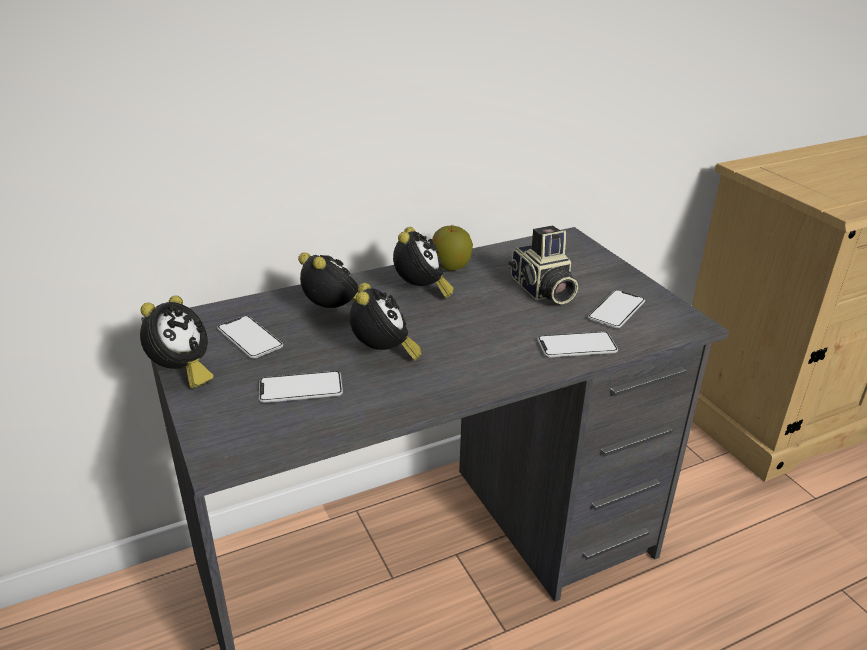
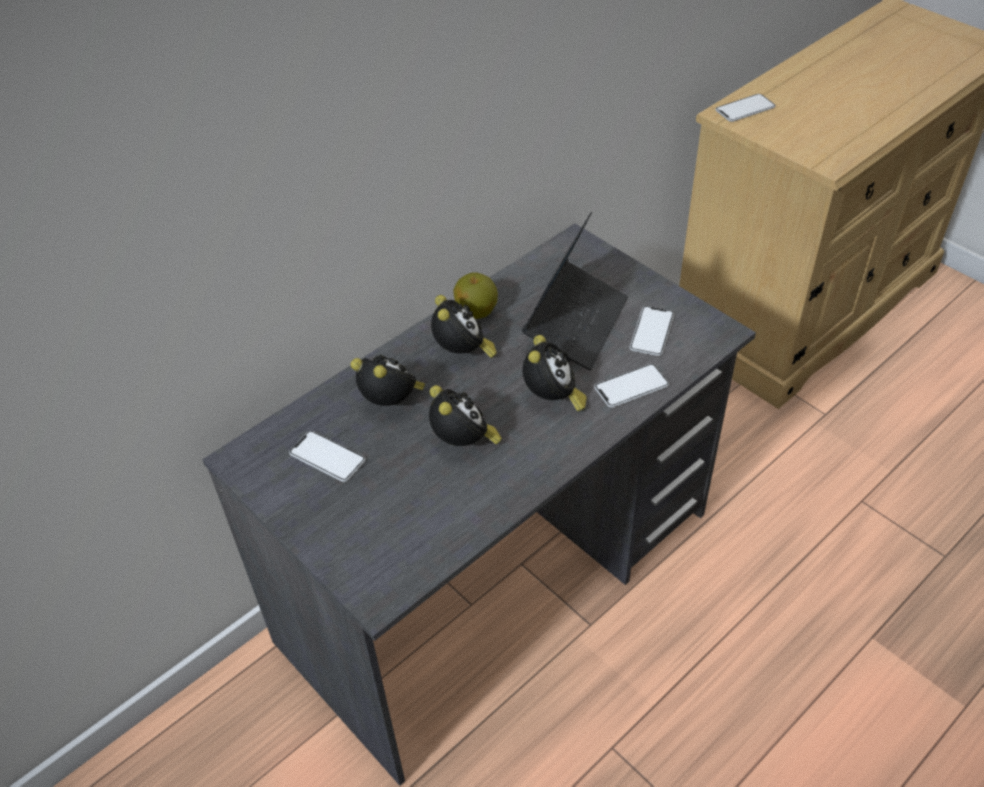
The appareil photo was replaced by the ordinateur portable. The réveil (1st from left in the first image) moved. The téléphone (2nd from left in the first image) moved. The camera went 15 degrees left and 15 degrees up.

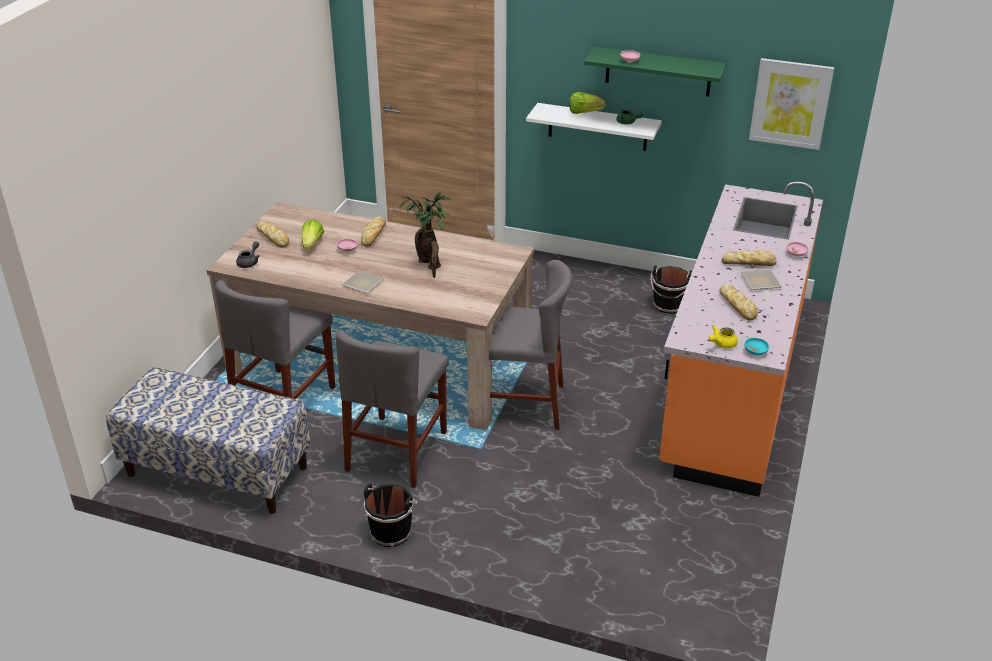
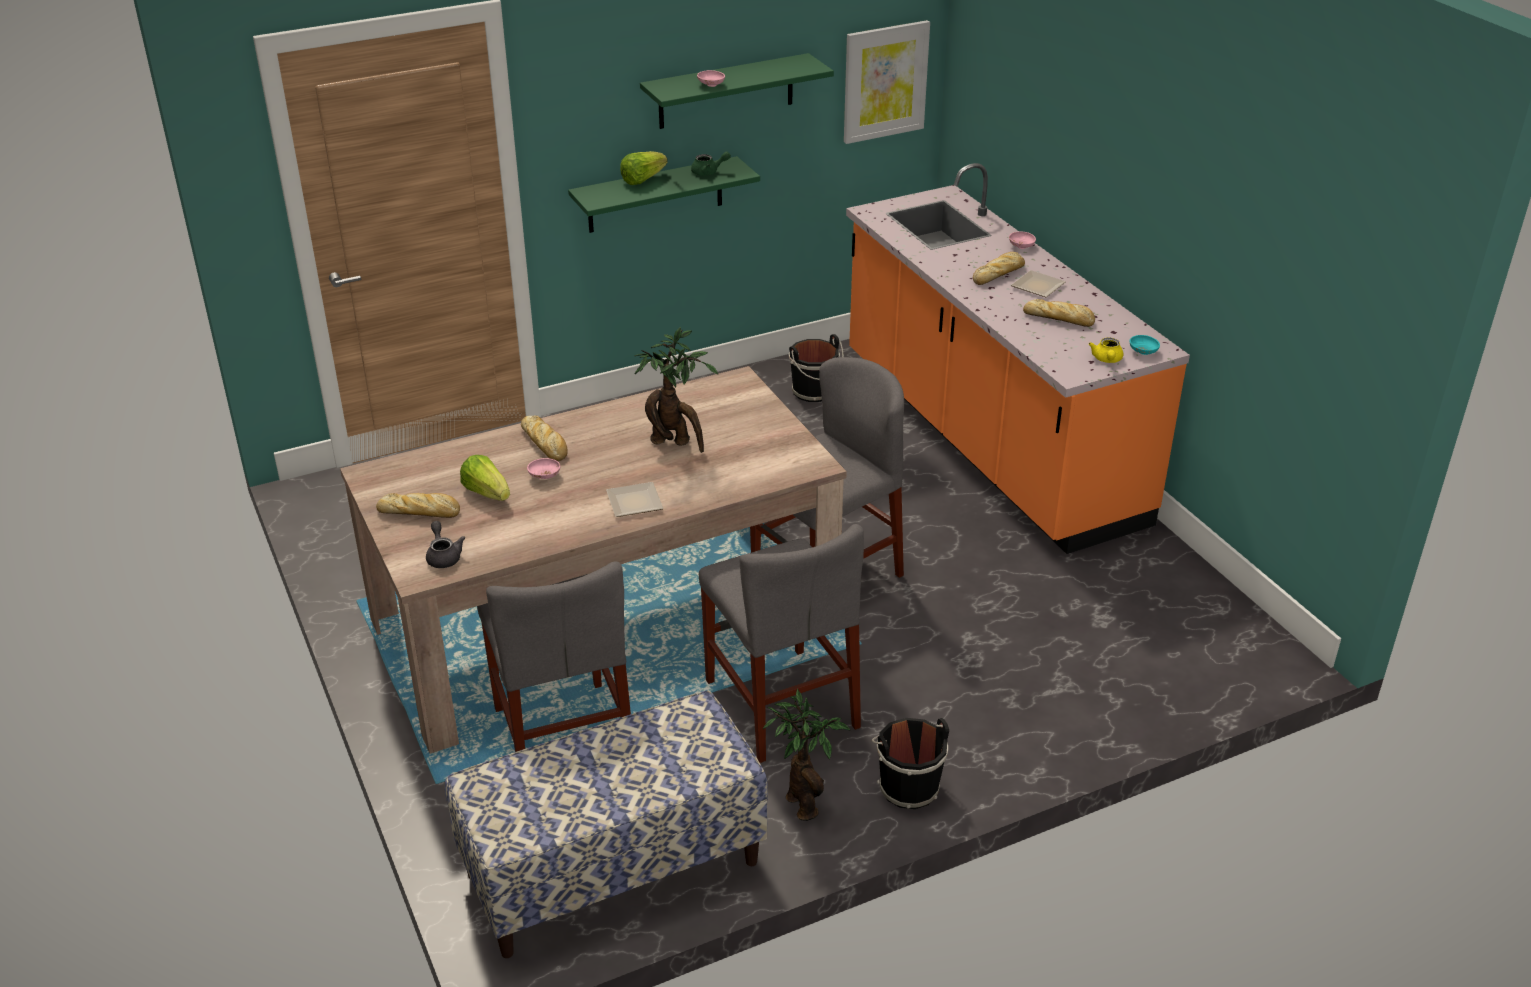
The étagère (blanc) became the étagère (vert) (1st from left). The plante en pot (2nd from left) appeared. The camera went 45 degrees left and 0 degrees up.

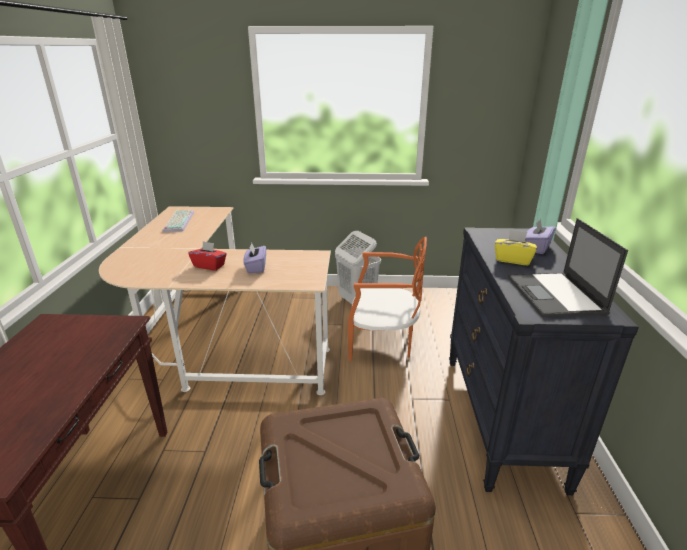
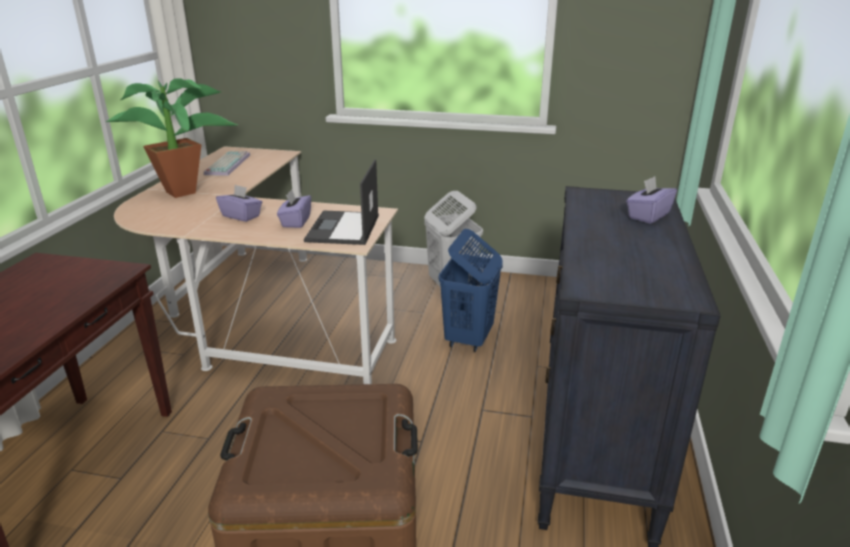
The ordinateur portable moved. The boîte à mouchoirs (jaune) disappeared. The chaise (orange) was replaced by the panier à linge (bleu). The boîte à mouchoirs (rouge) became the boîte à mouchoirs (violet) (1st from left). The plante en pot appeared. The camera went 10 degrees right and 0 degrees up.

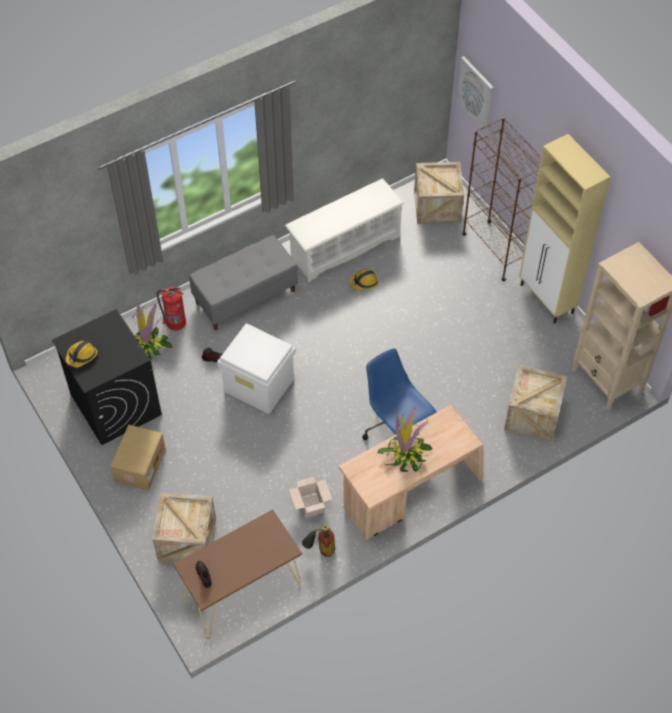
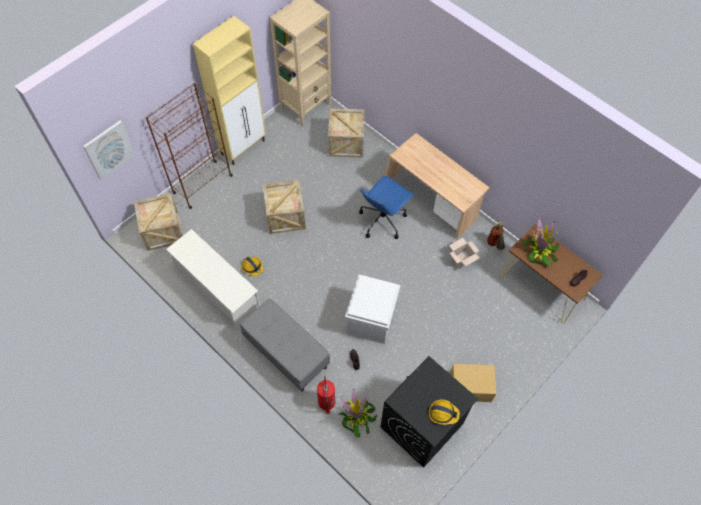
The plante en pot (2nd from left) moved. The caisse (1st from left in the first image) moved. The camera went 105 degrees left and 5 degrees up.

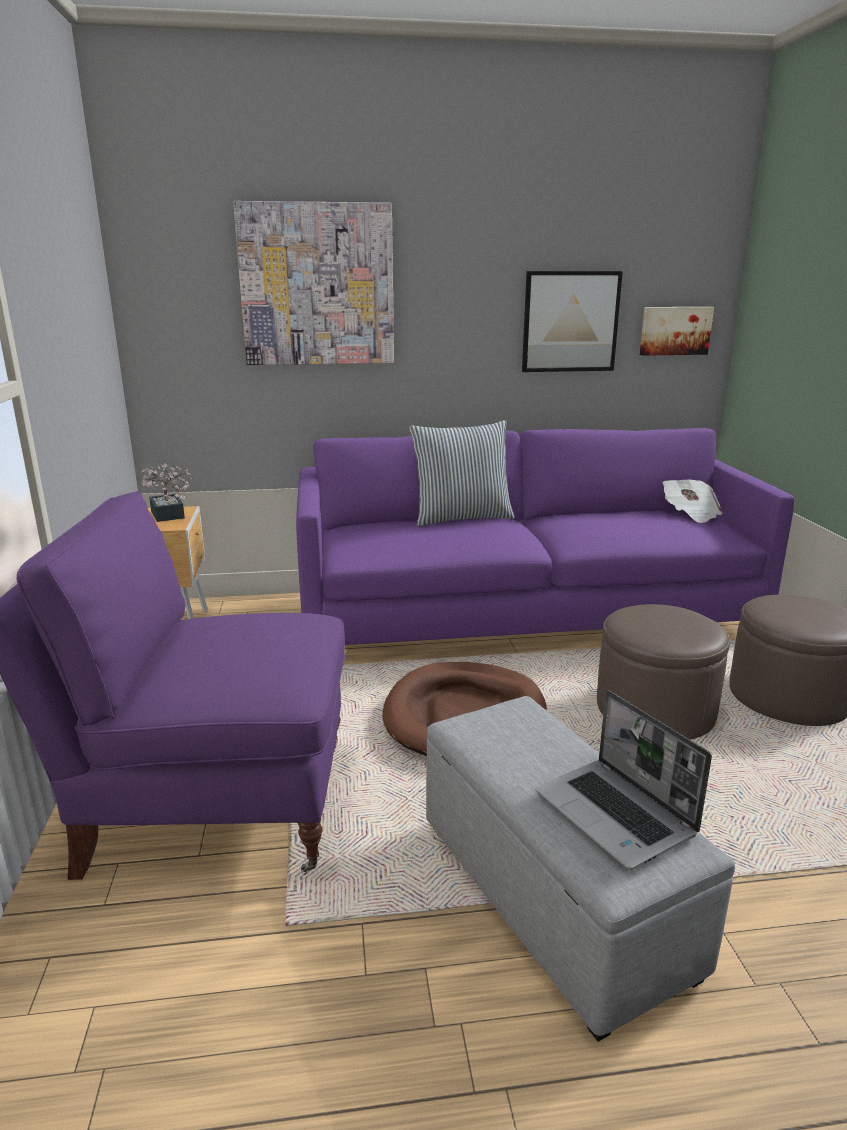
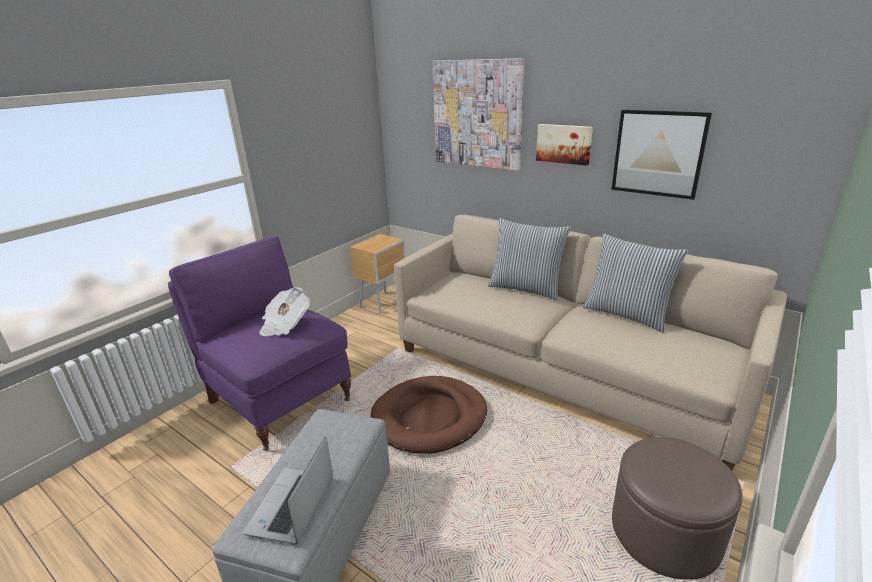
The tableau (3rd from left in the first image) moved. The canapé (violet) became the canapé (beige). The plante en pot disappeared. The journal moved. The pouf (marron) (1st from left) disappeared. The coussin (2nd from left) appeared. The camera went 45 degrees right and 5 degrees up.

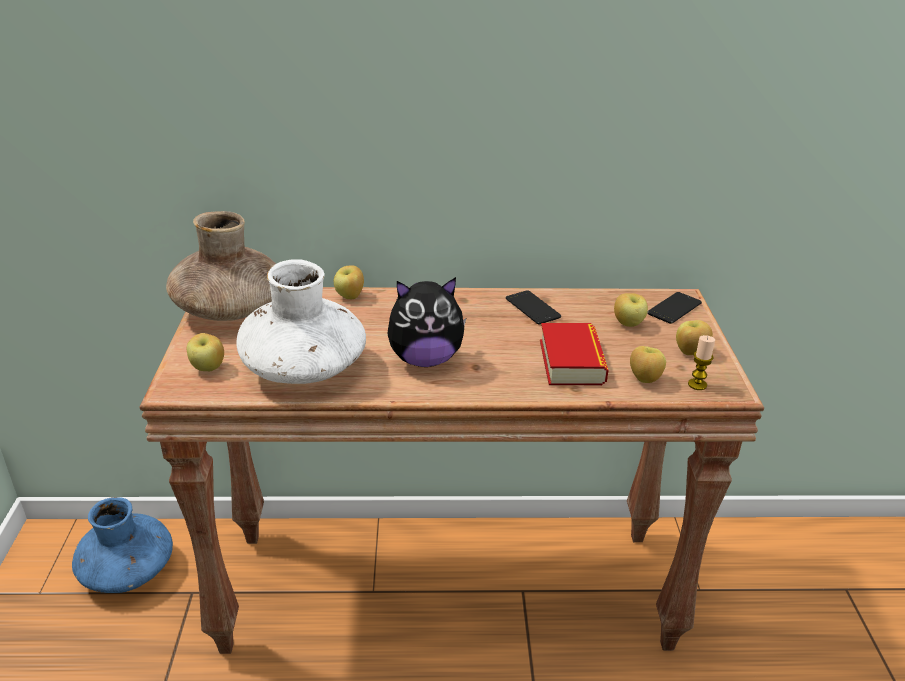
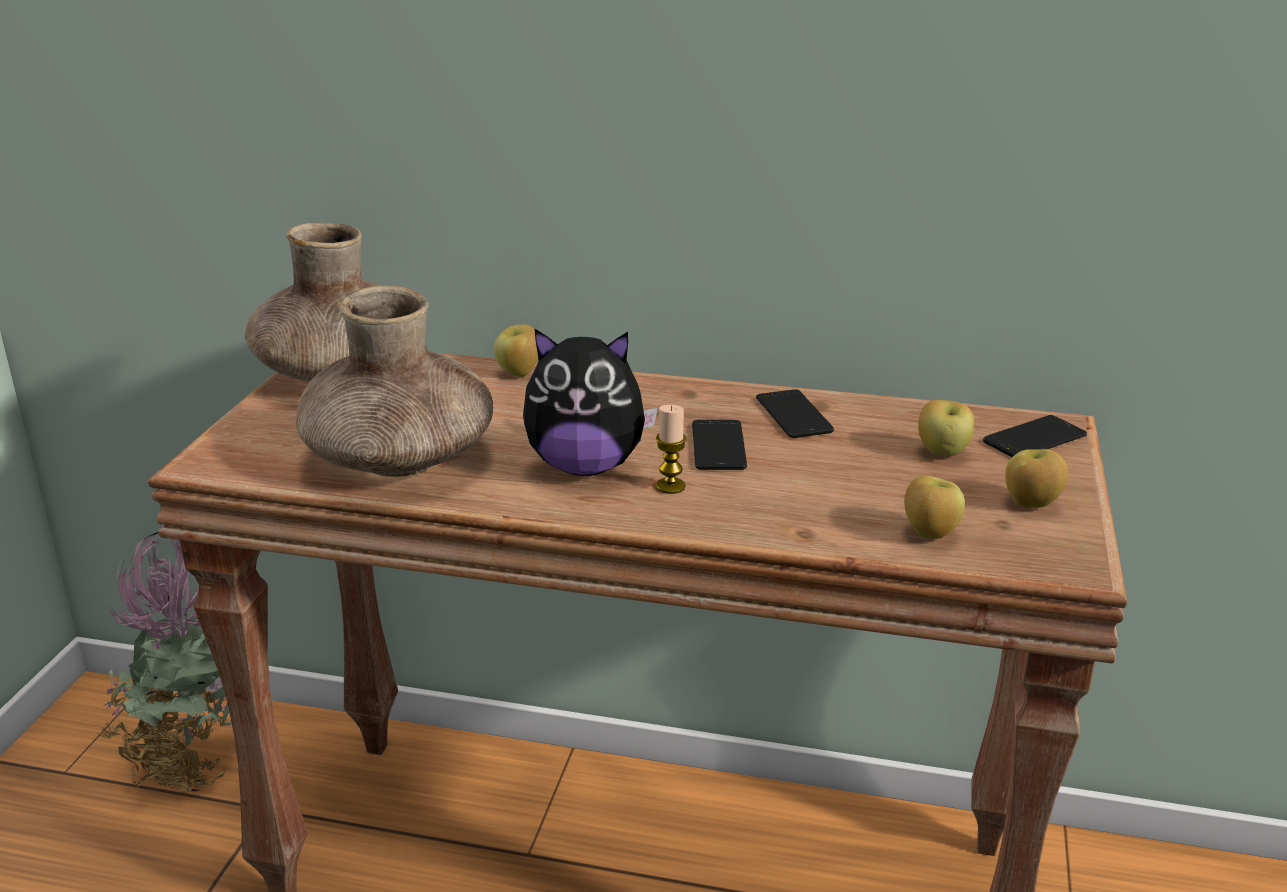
The vase (blanc) became the vase (marron) (2nd from left). The livre disappeared. The pomme (1st from left) disappeared. The bougie moved. The vase (bleu) was replaced by the plante en pot. The téléphone (1st from left) appeared. The camera went 15 degrees right and 5 degrees down.

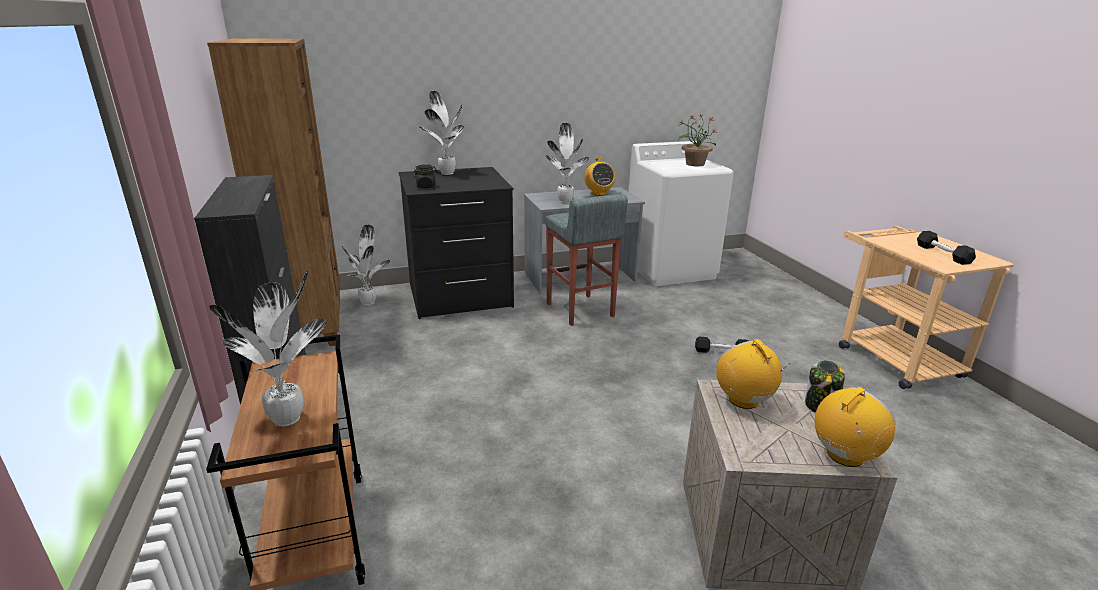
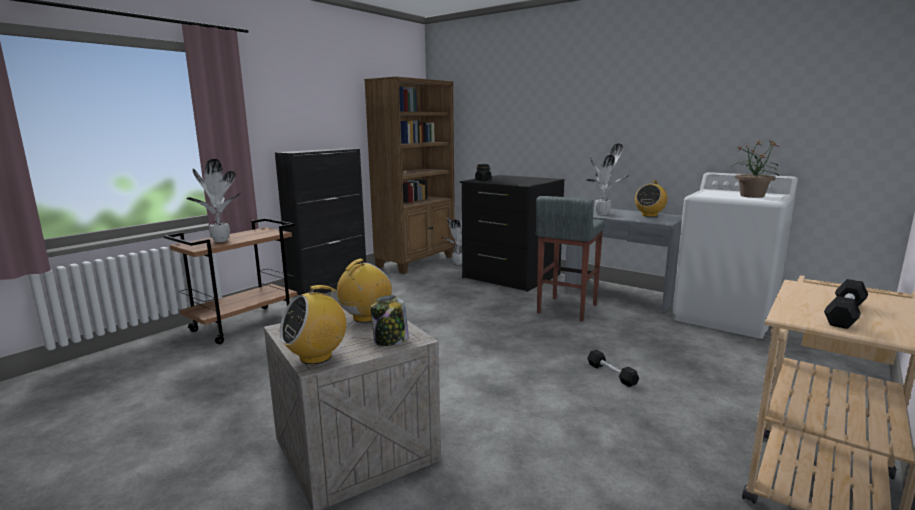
The plante en pot (3rd from left) disappeared. The radio (3rd from left in the first image) turned 120 degrees clockwise. The camera went 55 degrees right and 10 degrees down.

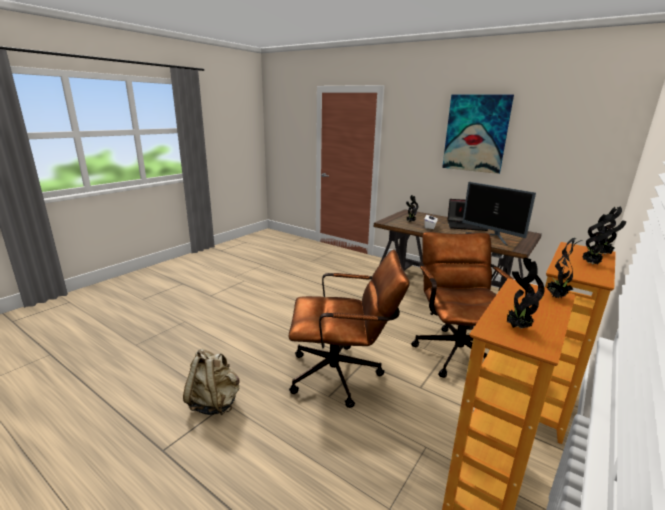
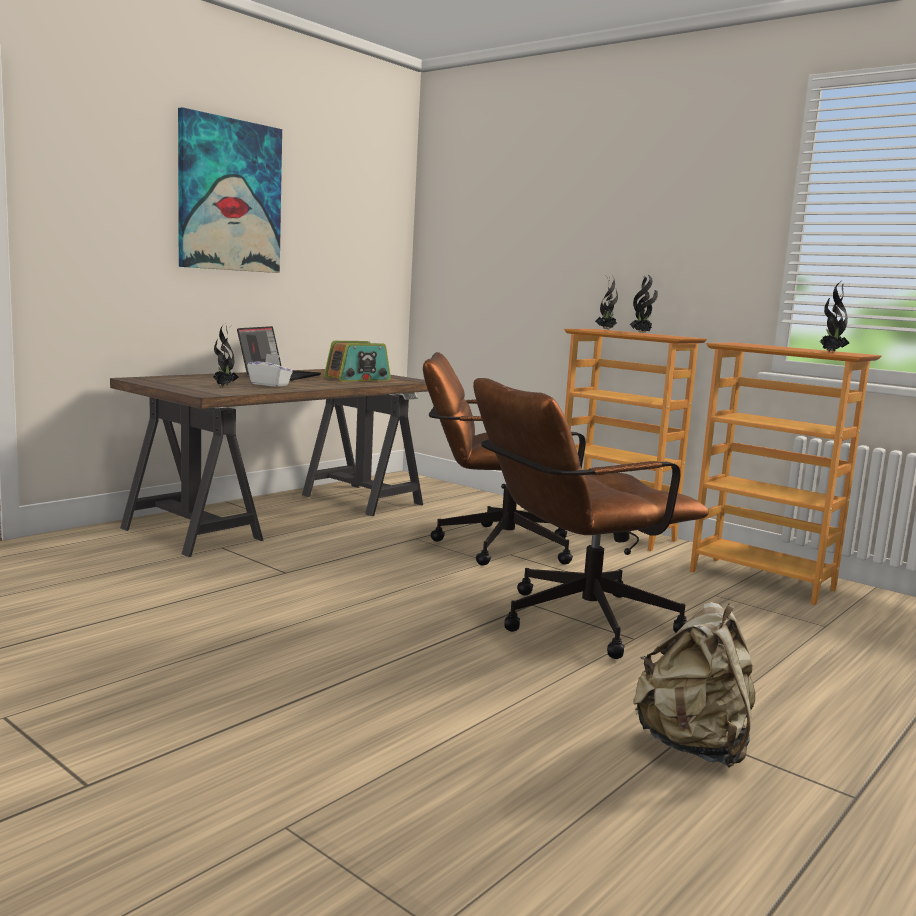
The écran d'ordinateur was replaced by the radio. The plante en pot (3rd from left) disappeared. The chaise de bureau (marron) (1st from left in the first image) turned 120 degrees counterclockwise. The camera went 85 degrees left and 10 degrees down.

